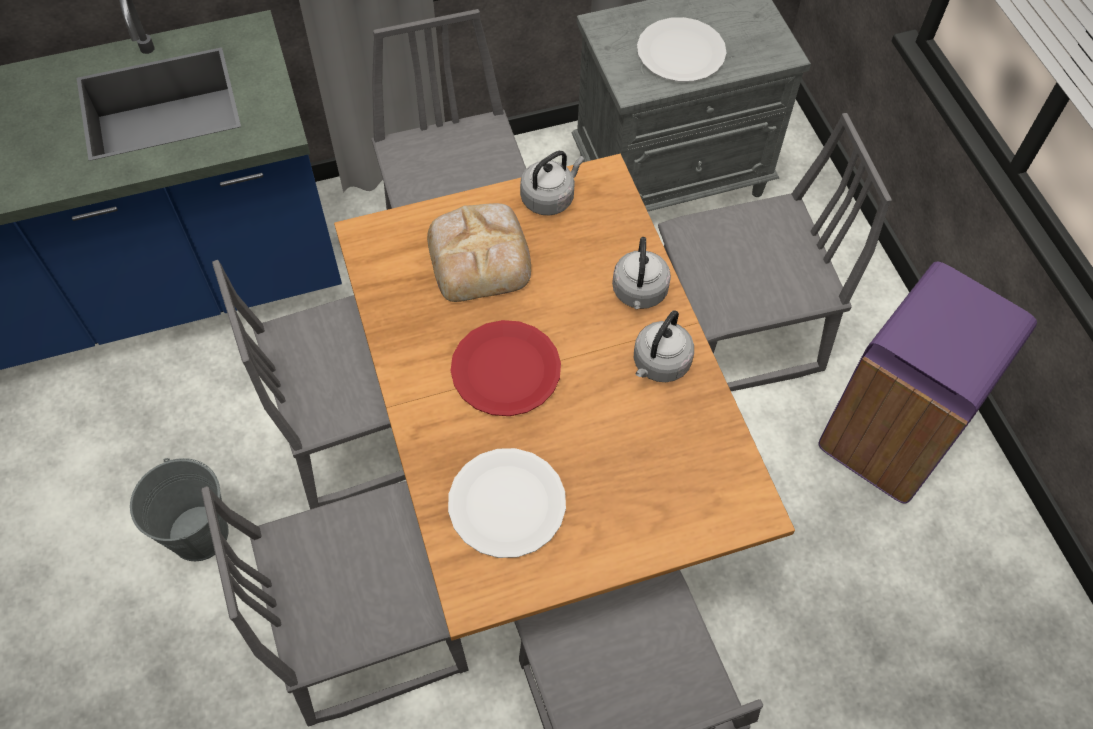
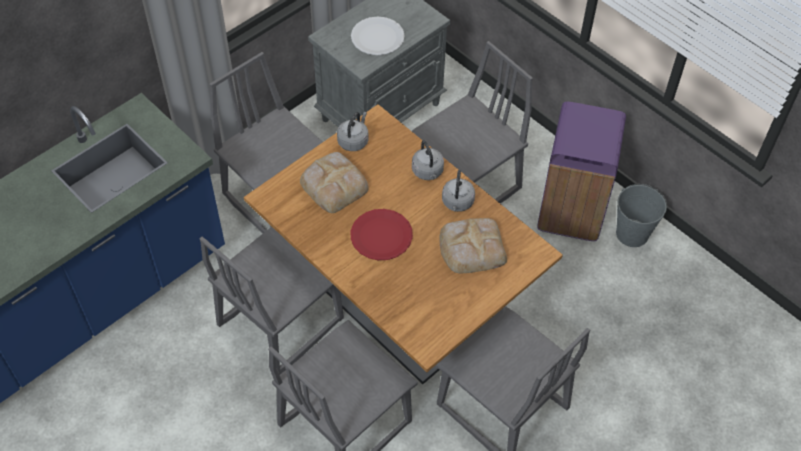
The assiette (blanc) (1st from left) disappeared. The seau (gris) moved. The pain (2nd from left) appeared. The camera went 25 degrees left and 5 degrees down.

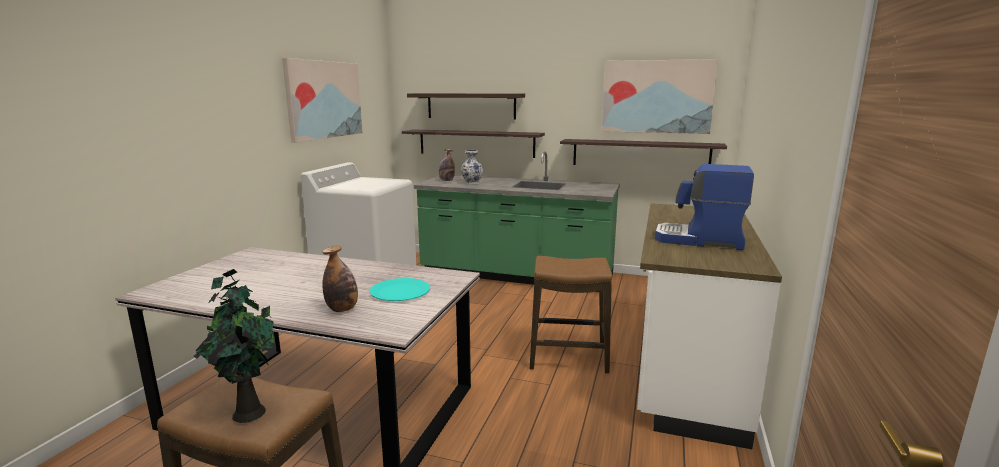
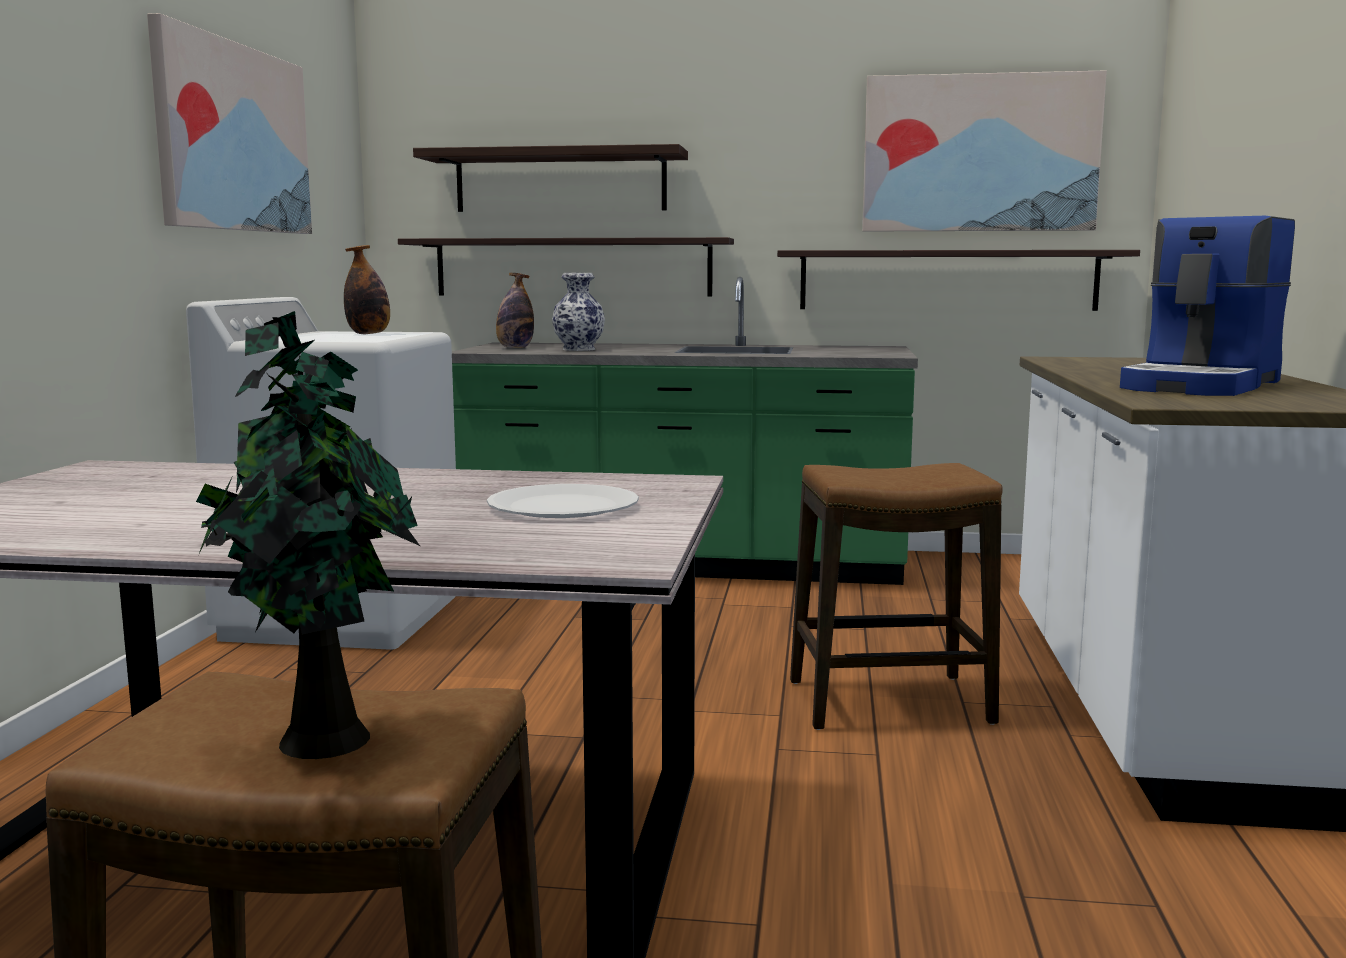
The machine à café turned 60 degrees counterclockwise. The bouteille (1st from left) moved. The assiette (turquoise) became the assiette (blanc). The camera went 10 degrees left and 5 degrees down.

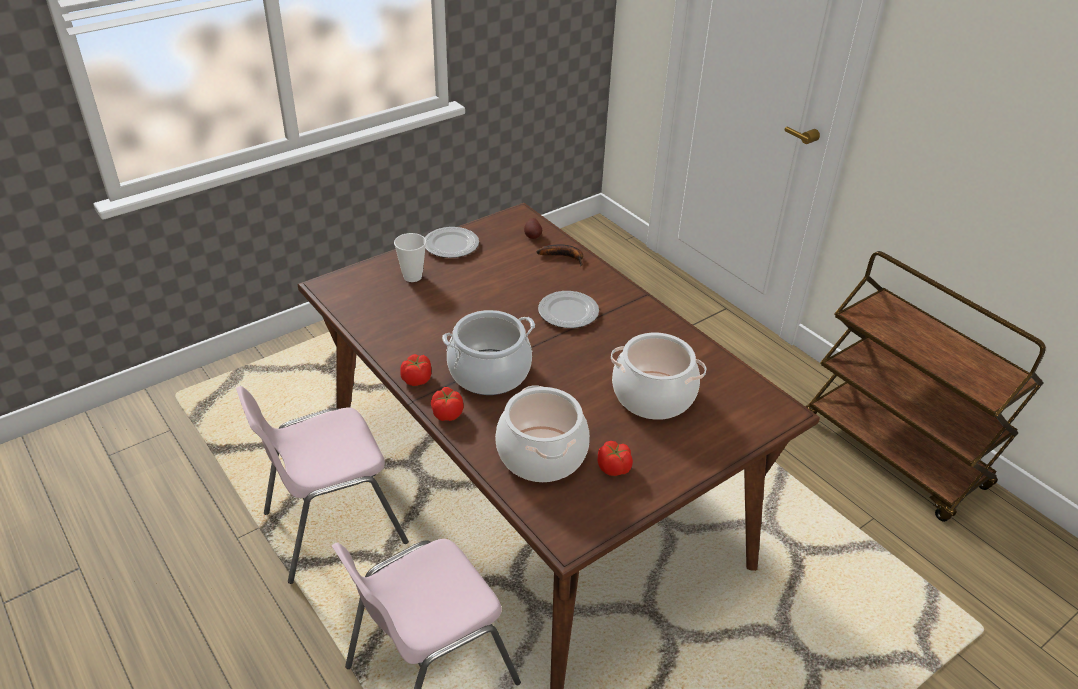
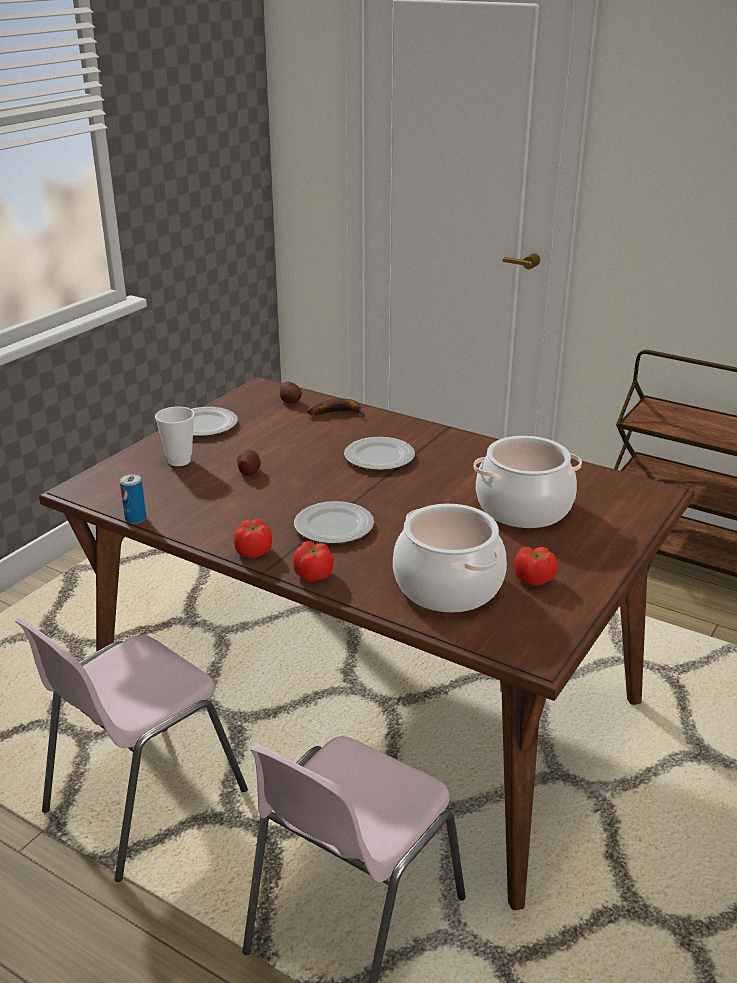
The marmite (1st from left) was replaced by the assiette (2nd from left). The pomme de terre (1st from left) appeared. The boîte métallique appeared. The camera went 20 degrees left and 10 degrees down.

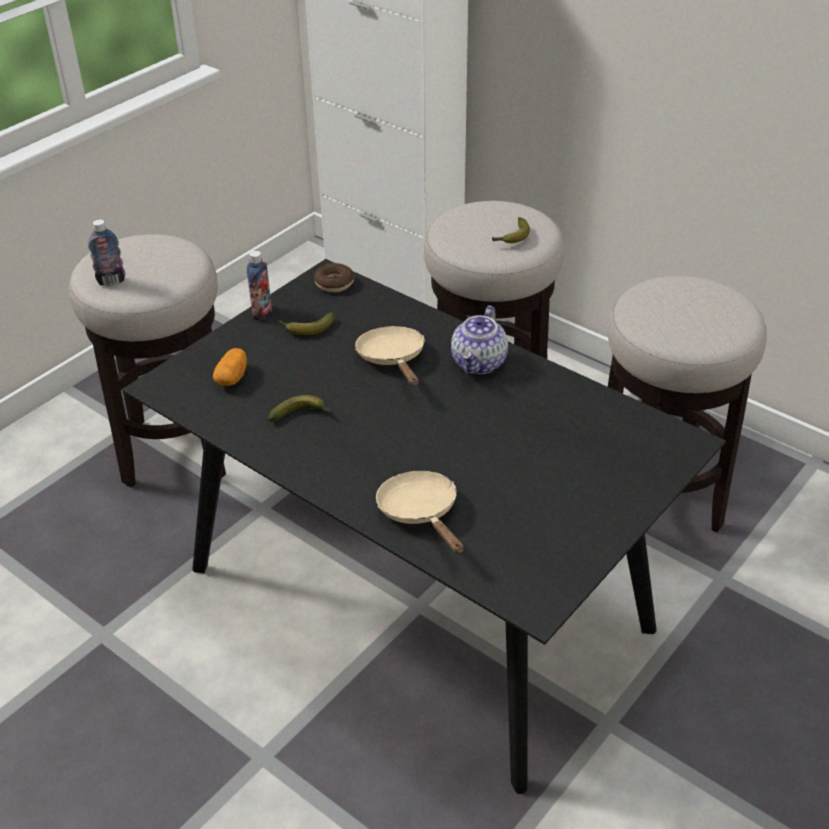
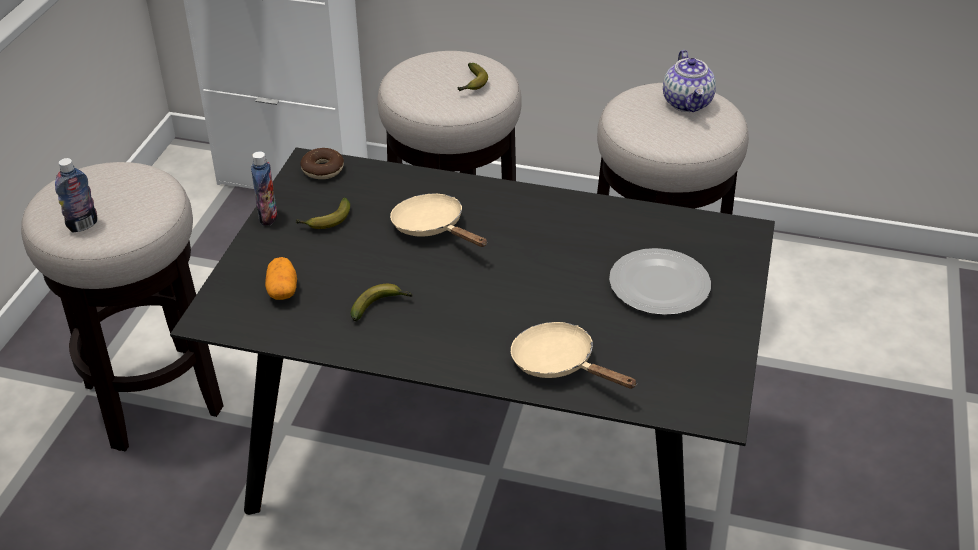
The théière moved. The assiette appeared. The camera went 25 degrees left and 0 degrees up.

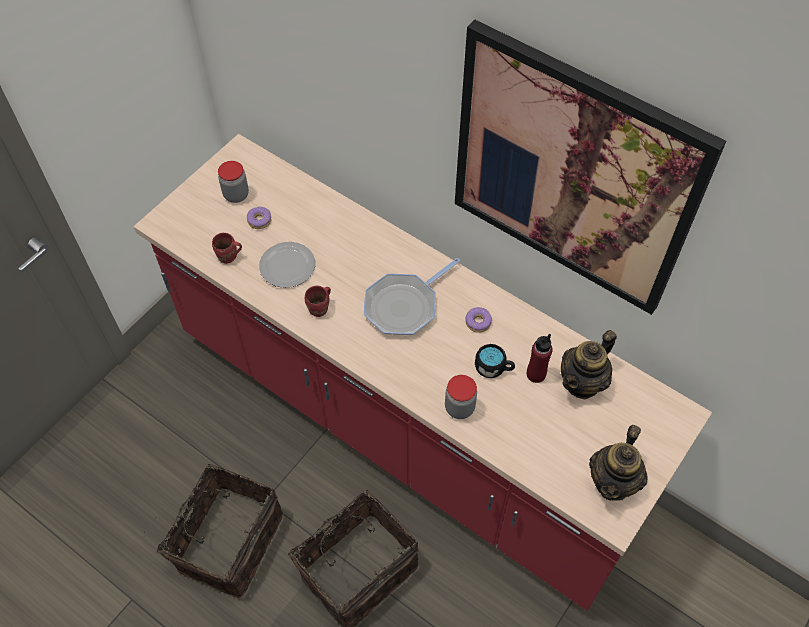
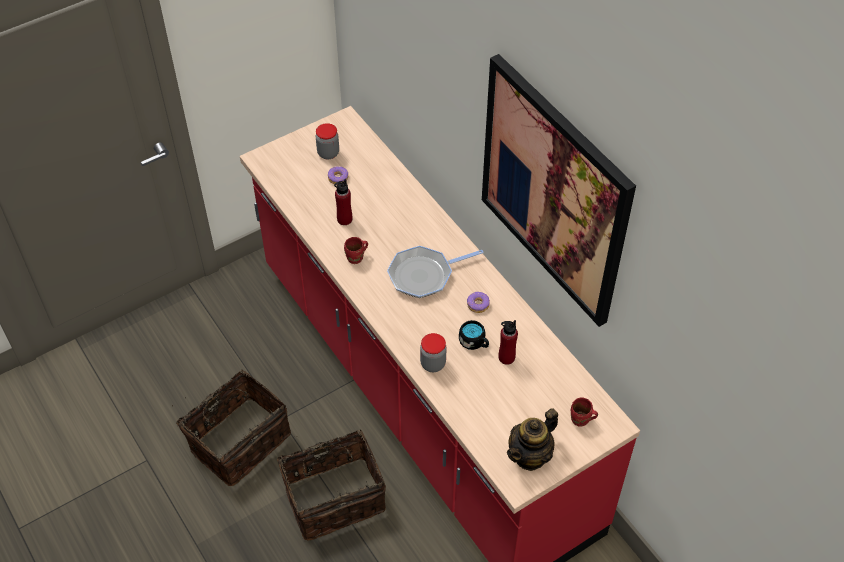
The mug (rouge) (1st from left in the first image) moved. The assiette was replaced by the bouteille (rouge) (1st from left). The théière (1st from left) disappeared. The camera went 20 degrees right and 5 degrees down.

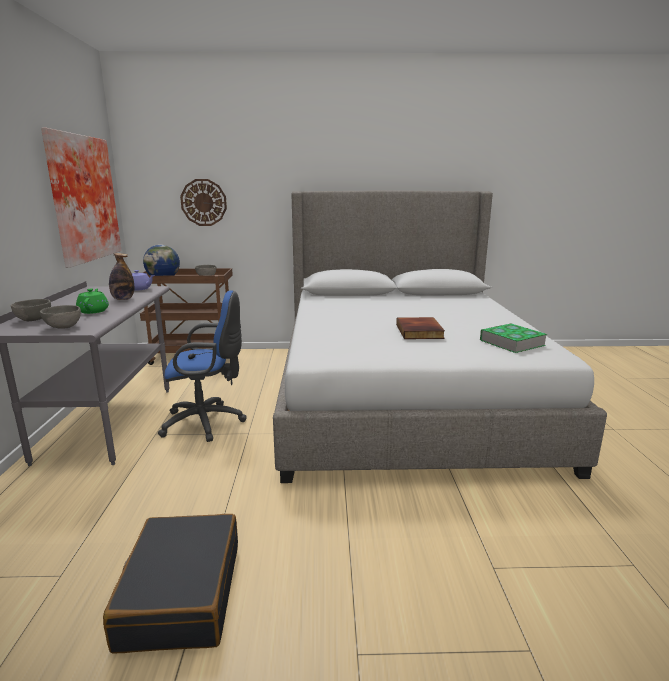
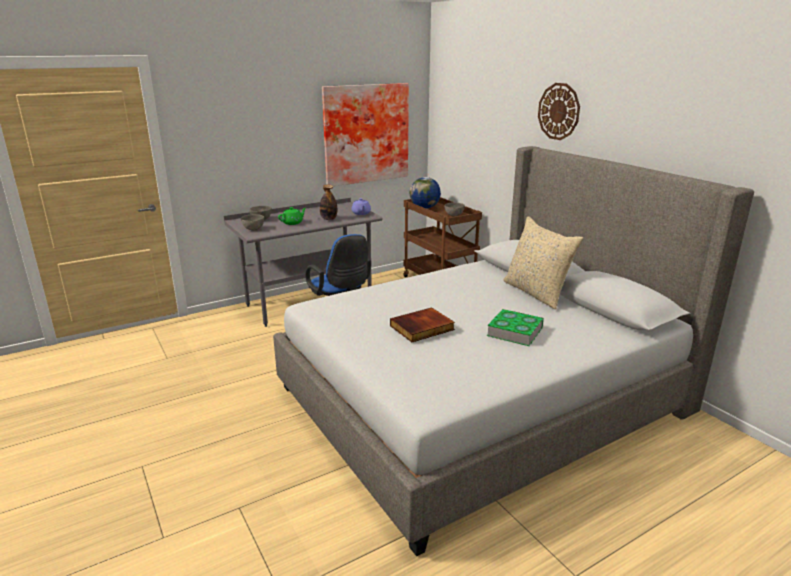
The horloge murale moved. The livre (2nd from left) moved. The valise (noir) disappeared. The coussin (beige) appeared. The camera went 60 degrees right and 5 degrees up.

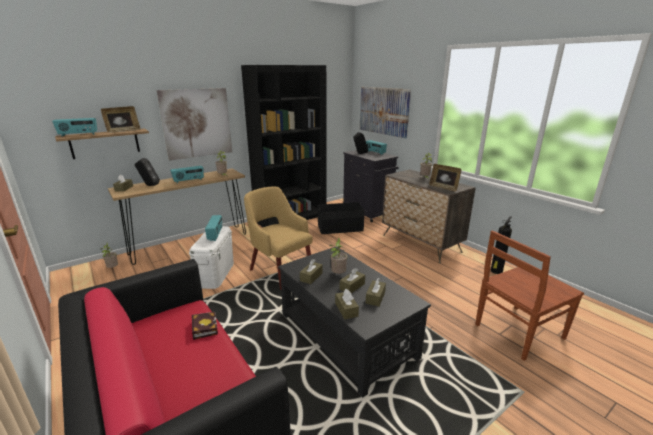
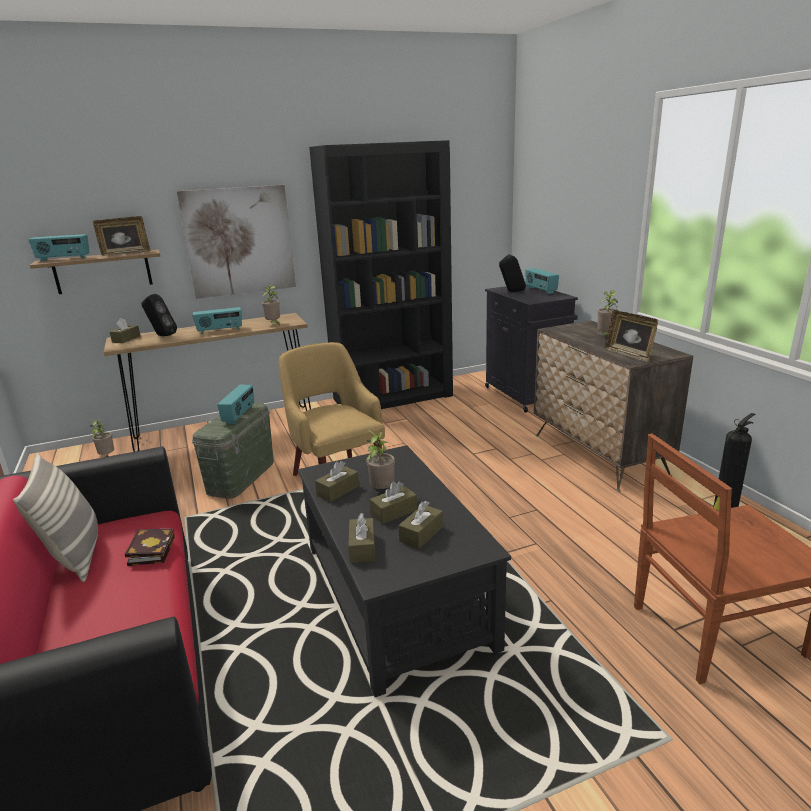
The tableau (2nd from left) disappeared. The boîte de rangement (noir) disappeared. The boîte de rangement (blanc) became the boîte de rangement (vert). The coussin appeared. The camera went 15 degrees right and 0 degrees up.

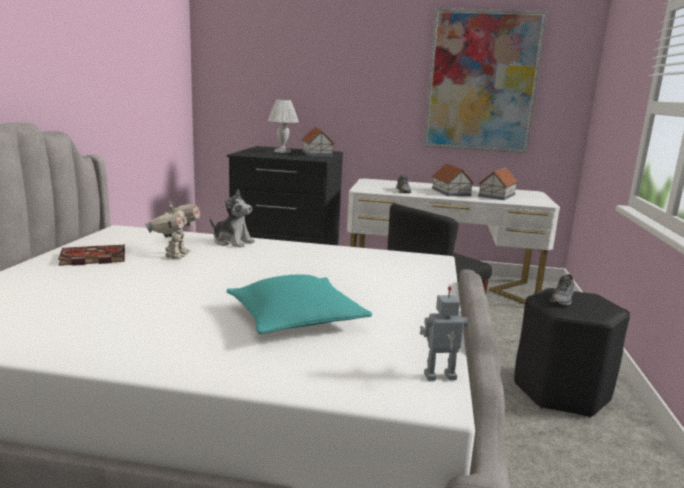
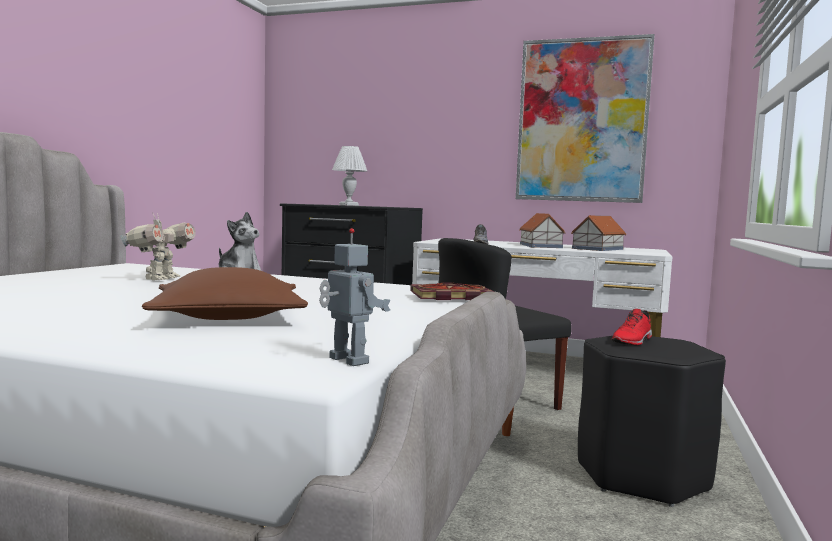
The maison miniature (1st from left) disappeared. The livre moved. The coussin (turquoise) became the coussin (marron). The chaussure (gris) (2nd from left) became the chaussure (rouge). The robot jouet (2nd from left) turned 45 degrees clockwise. The camera went 10 degrees right and 10 degrees down.

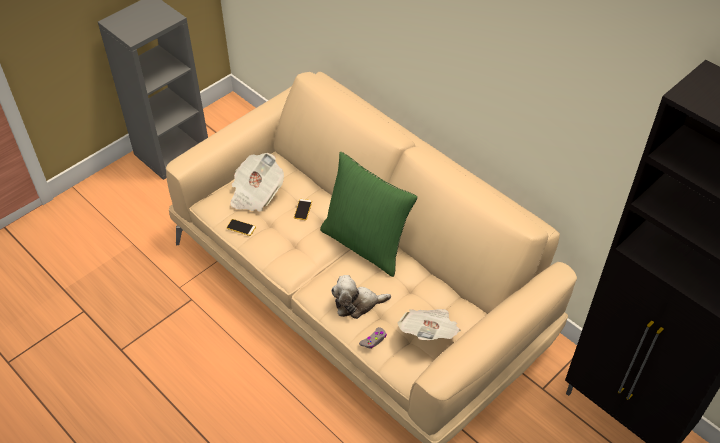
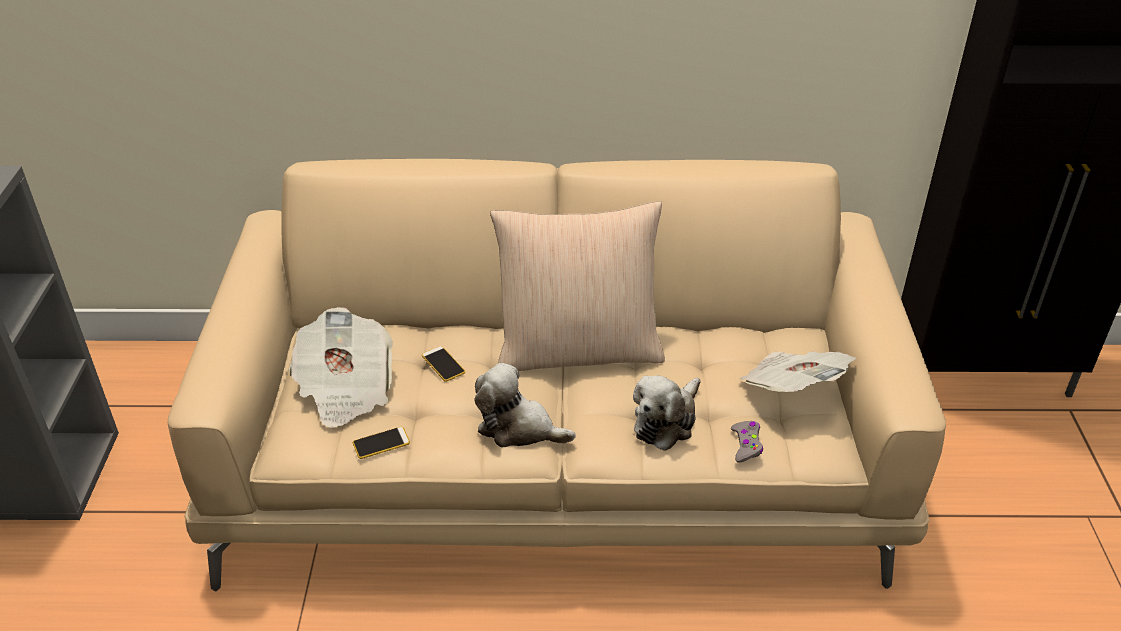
The coussin (vert) became the coussin (beige). The peluche (1st from left) appeared. The camera went 45 degrees left and 10 degrees down.

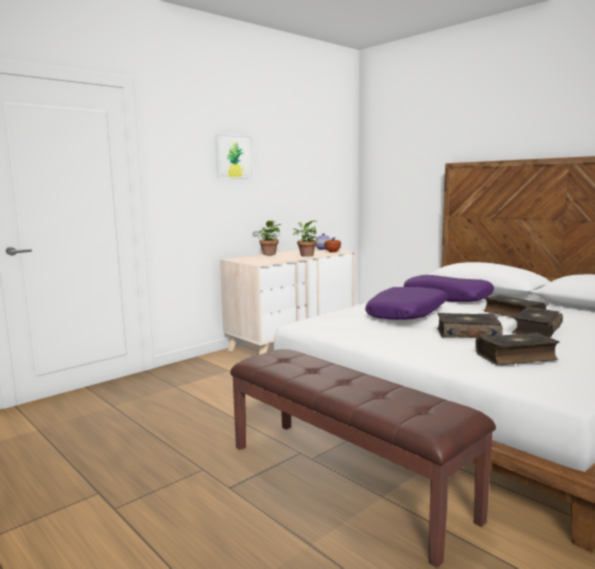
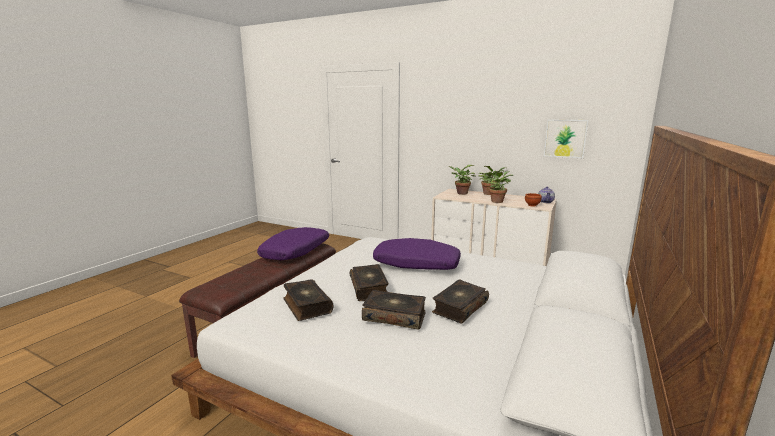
The tableau moved. The coussin (violet) (2nd from left in the first image) moved. The plante en pot (1st from left) appeared. The camera went 70 degrees right and 5 degrees up.

